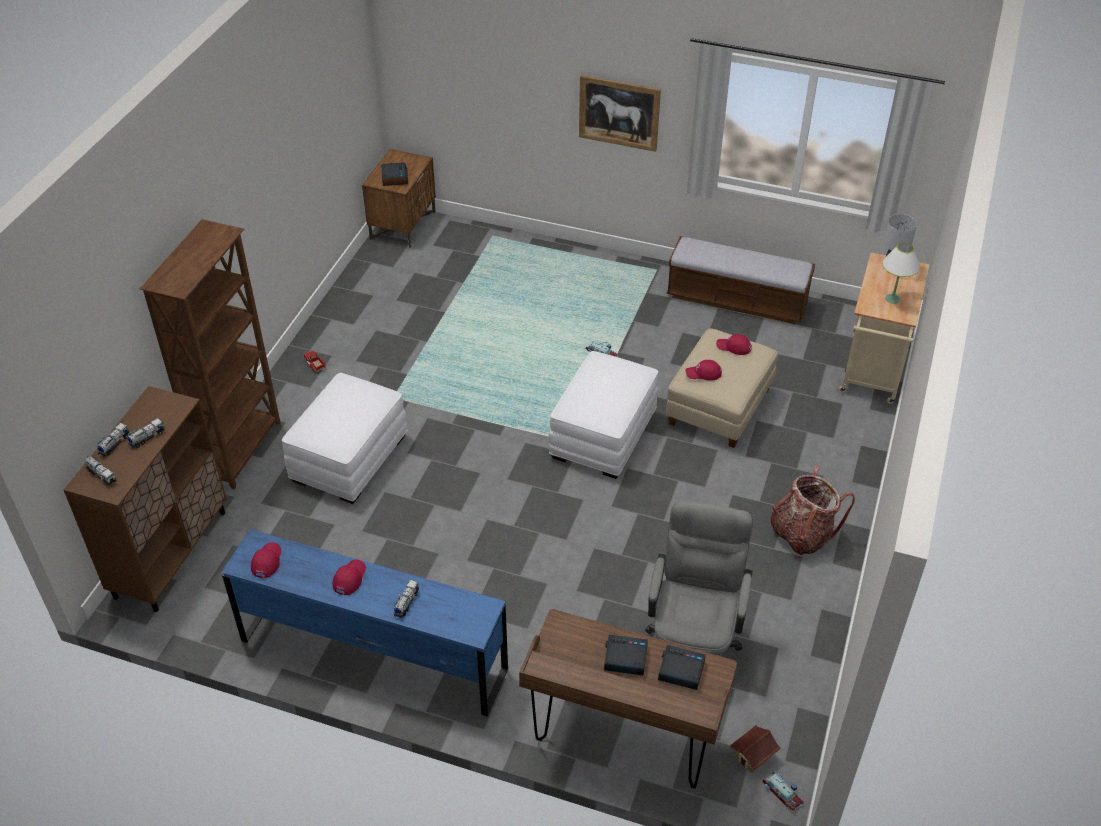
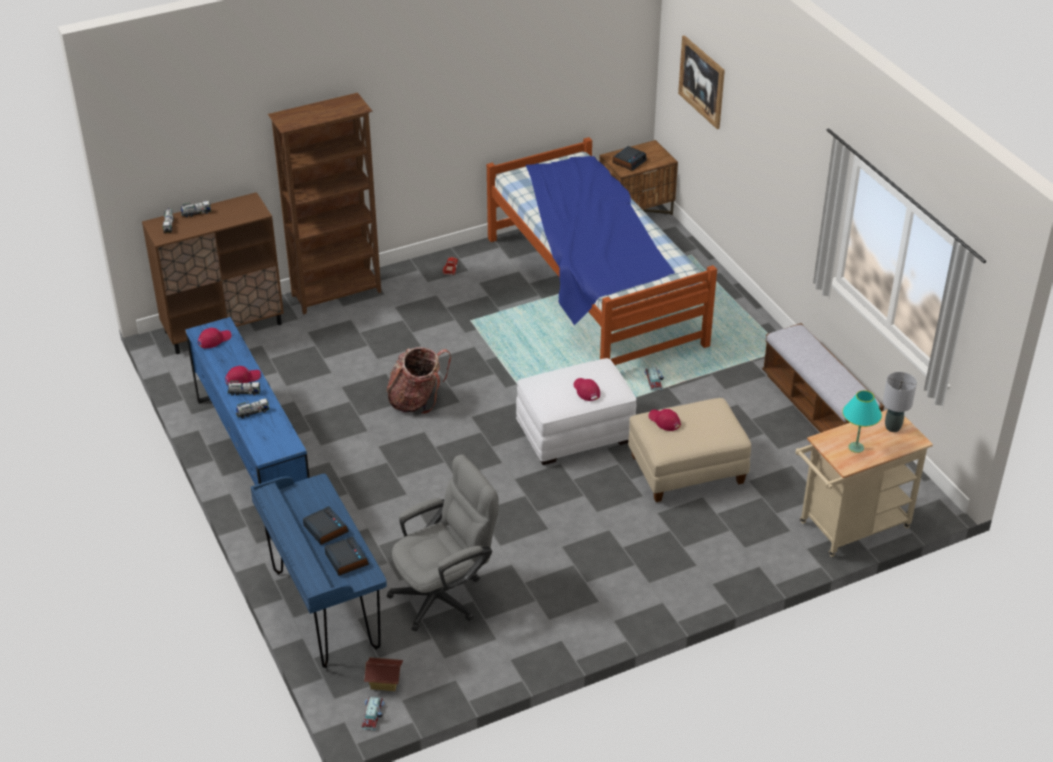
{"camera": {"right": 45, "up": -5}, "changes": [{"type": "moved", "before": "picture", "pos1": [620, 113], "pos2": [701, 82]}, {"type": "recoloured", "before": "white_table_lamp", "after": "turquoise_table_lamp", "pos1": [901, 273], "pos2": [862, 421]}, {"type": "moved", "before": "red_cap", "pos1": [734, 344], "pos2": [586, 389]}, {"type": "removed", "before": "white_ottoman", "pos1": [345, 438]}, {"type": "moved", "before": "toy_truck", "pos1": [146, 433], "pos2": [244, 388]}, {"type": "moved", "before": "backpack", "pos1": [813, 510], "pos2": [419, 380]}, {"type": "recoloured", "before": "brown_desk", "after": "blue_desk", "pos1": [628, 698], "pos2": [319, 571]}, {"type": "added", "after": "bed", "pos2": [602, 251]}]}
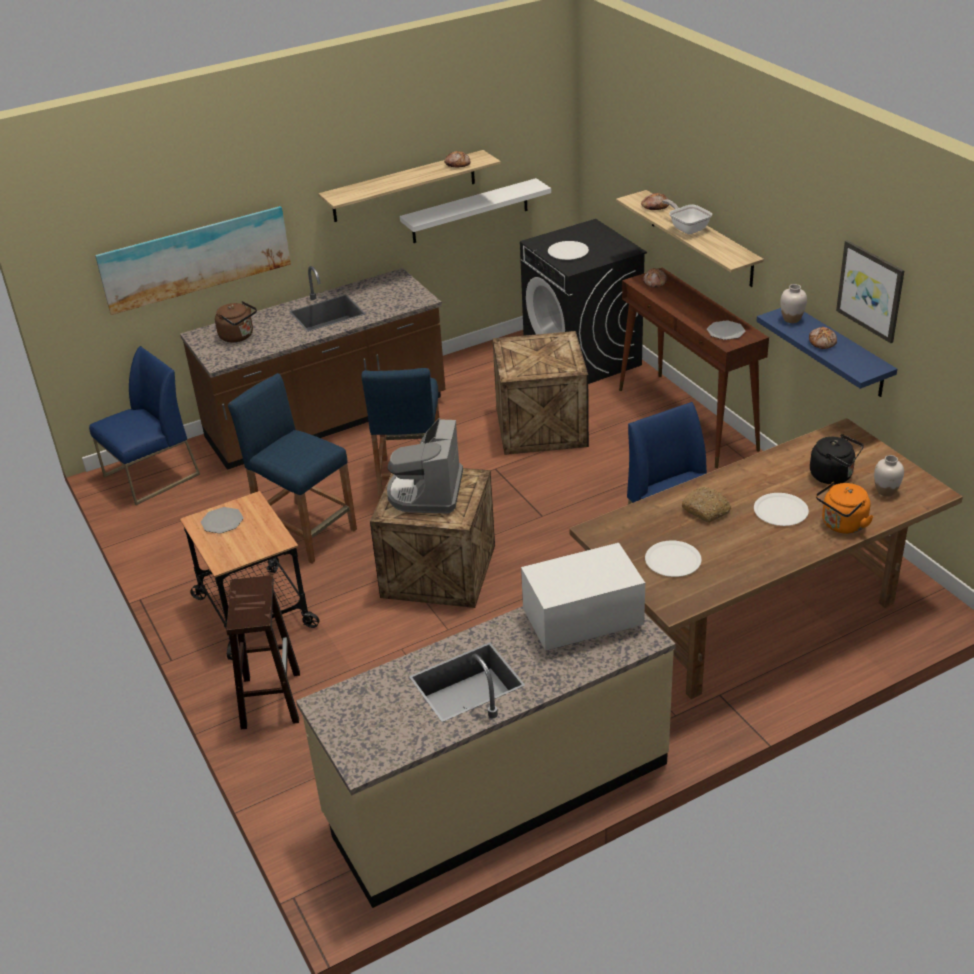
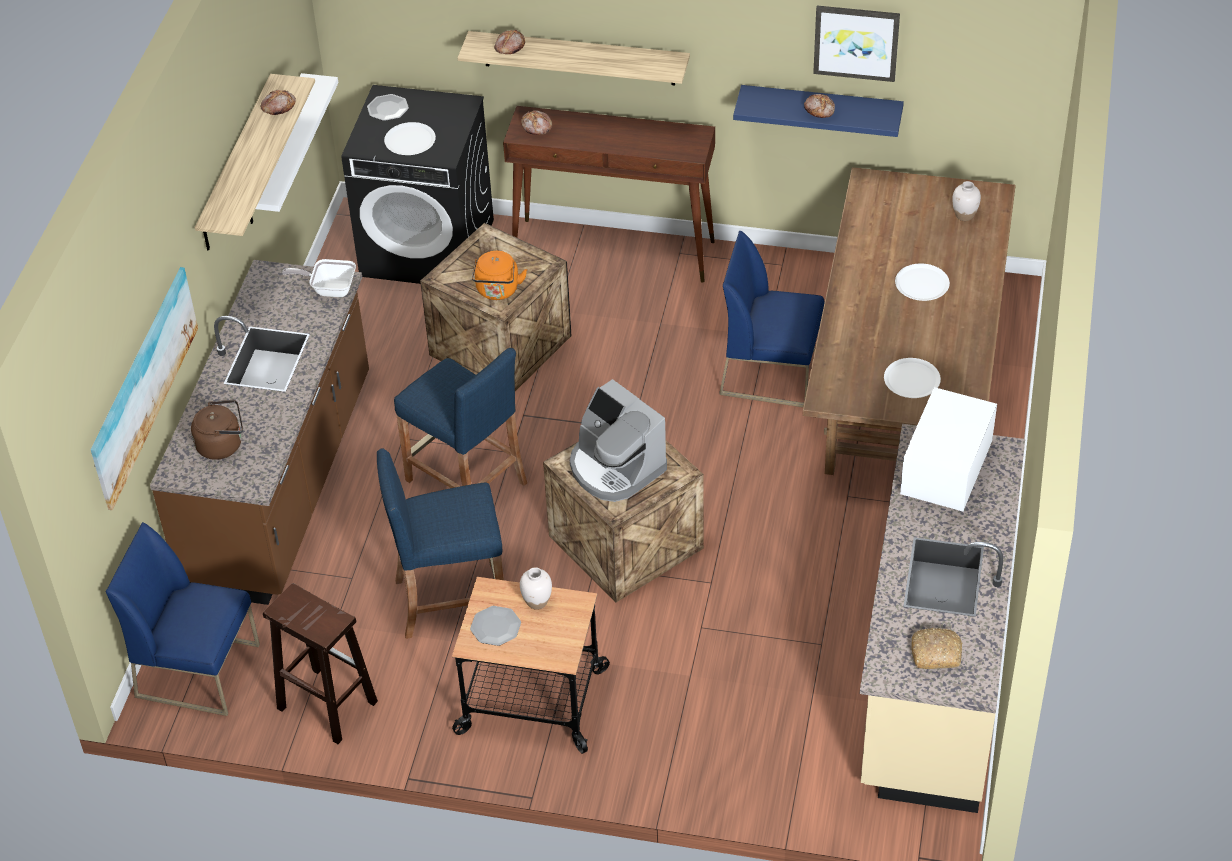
{"camera": {"right": -50, "up": 10}, "changes": [{"type": "moved", "before": "frying_pan", "pos1": [687, 216], "pos2": [319, 278]}, {"type": "moved", "before": "white_vase", "pos1": [793, 303], "pos2": [536, 588]}, {"type": "moved", "before": "plate", "pos1": [726, 330], "pos2": [388, 107]}, {"type": "turned", "before": "blue_chair", "pos1": [144, 425], "pos2": [183, 619], "turn": -75}, {"type": "removed", "before": "black_kettle", "pos1": [837, 459]}, {"type": "moved", "before": "orange_kettle", "pos1": [845, 508], "pos2": [499, 275]}, {"type": "moved", "before": "bread", "pos1": [706, 505], "pos2": [936, 648]}, {"type": "moved", "before": "brown_stool", "pos1": [263, 652], "pos2": [320, 663]}]}
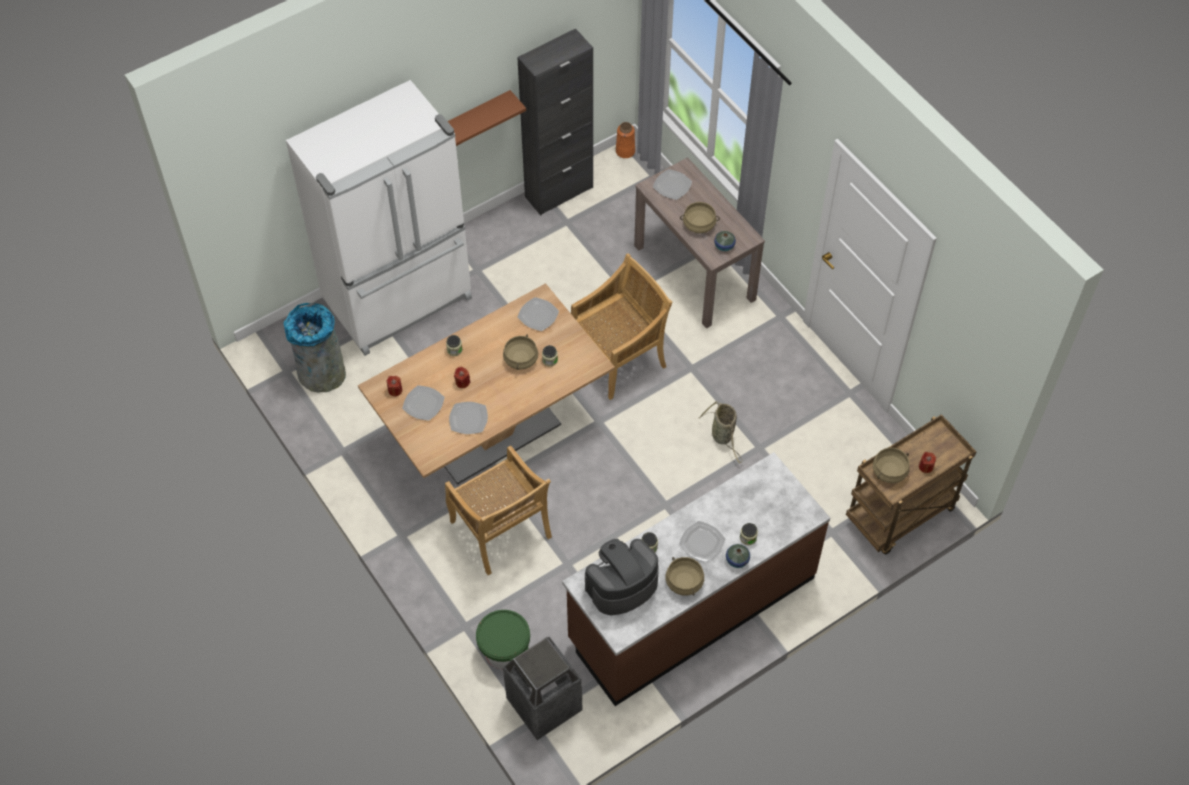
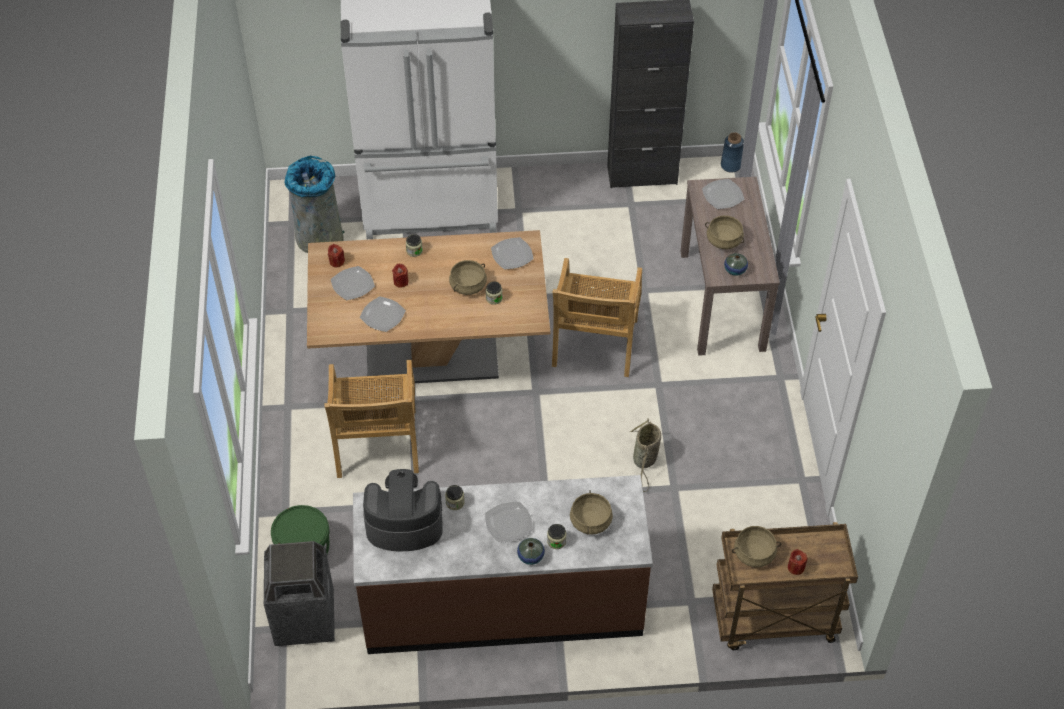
{"camera": {"right": 30, "up": -5}, "changes": [{"type": "removed", "before": "brown_shelf", "pos1": [487, 118]}, {"type": "recoloured", "before": "orange_vase", "after": "blue_vase", "pos1": [625, 140], "pos2": [732, 152]}, {"type": "turned", "before": "beige_chair", "pos1": [622, 326], "pos2": [597, 317], "turn": 105}, {"type": "moved", "before": "beige_cooking_pot", "pos1": [685, 576], "pos2": [591, 512]}]}
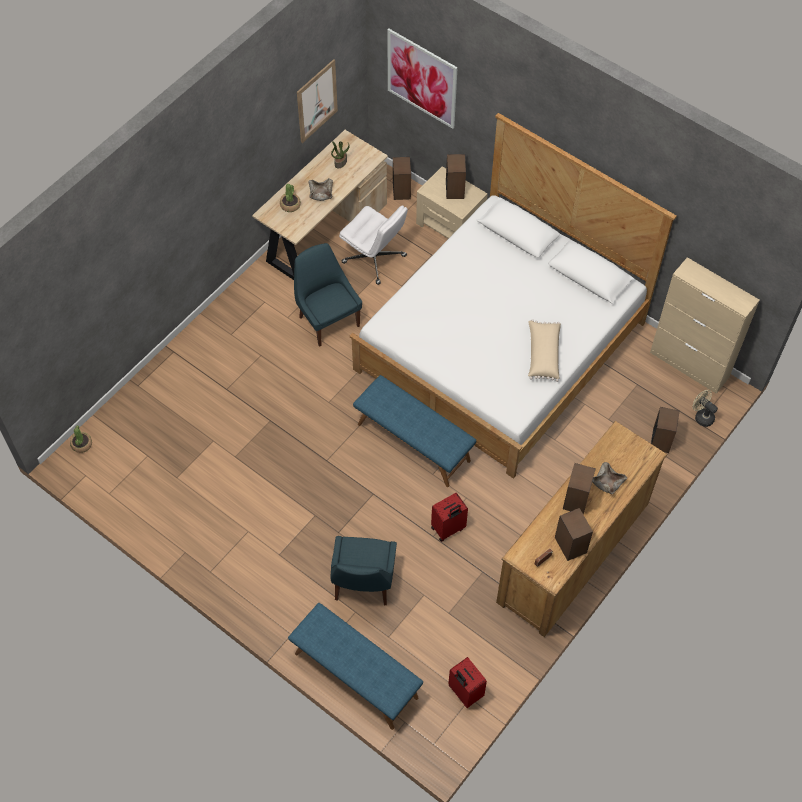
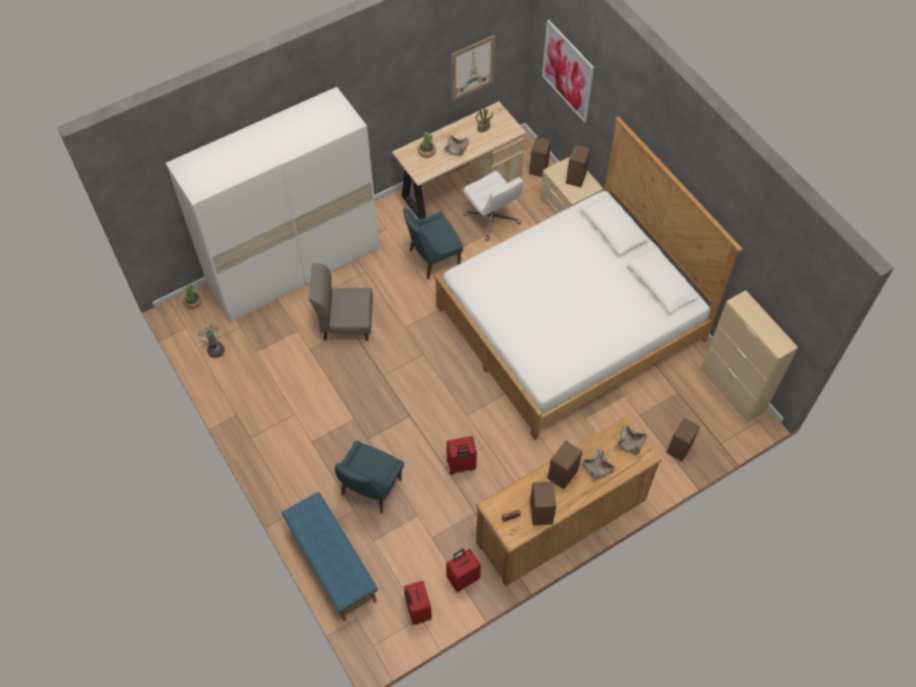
{"camera": {"right": 20, "up": 0}, "changes": [{"type": "turned", "before": "blue_chair", "pos1": [328, 295], "pos2": [433, 243], "turn": -105}, {"type": "removed", "before": "beige_pillow", "pos1": [544, 351]}, {"type": "removed", "before": "blue_bench", "pos1": [414, 431]}, {"type": "moved", "before": "beige_fan", "pos1": [705, 408], "pos2": [211, 341]}, {"type": "added", "after": "white_wardrobe", "pos2": [273, 204]}, {"type": "added", "after": "grey_chair", "pos2": [341, 302]}, {"type": "added", "after": "beige_bowl", "pos2": [632, 439]}, {"type": "added", "after": "red_suitcase", "pos2": [463, 570]}]}
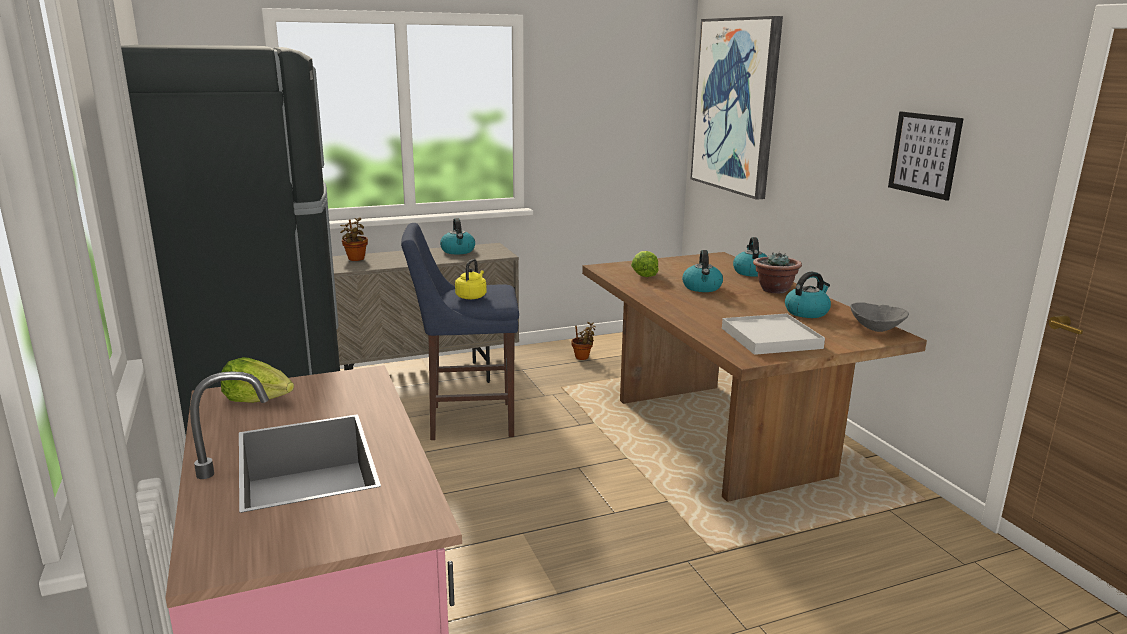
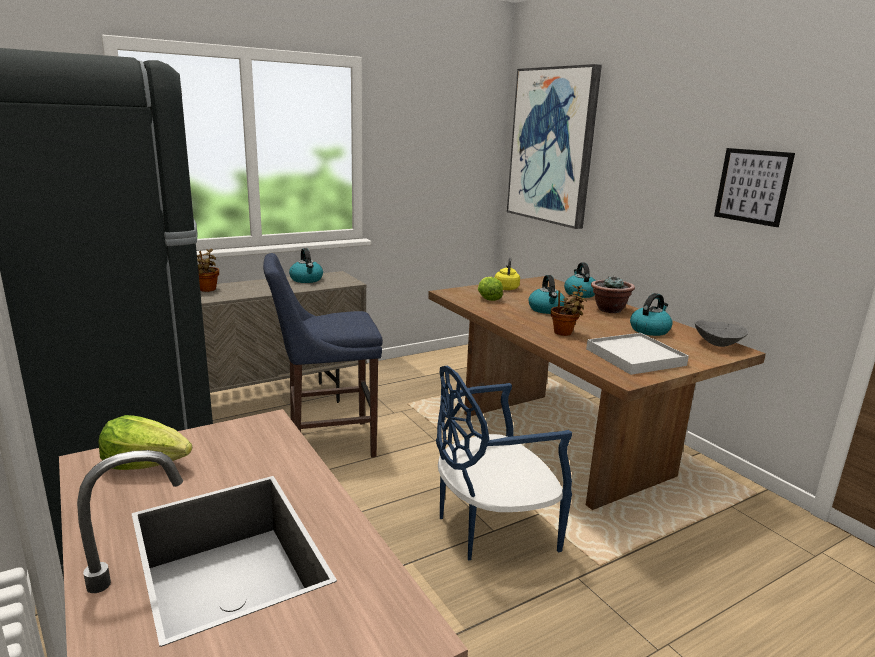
{"camera": {"right": -10, "up": 0}, "changes": [{"type": "moved", "before": "yellow_kettle", "pos1": [471, 279], "pos2": [507, 273]}, {"type": "moved", "before": "potted_plant", "pos1": [583, 341], "pos2": [569, 310]}, {"type": "added", "after": "blue_chair", "pos2": [504, 462]}]}
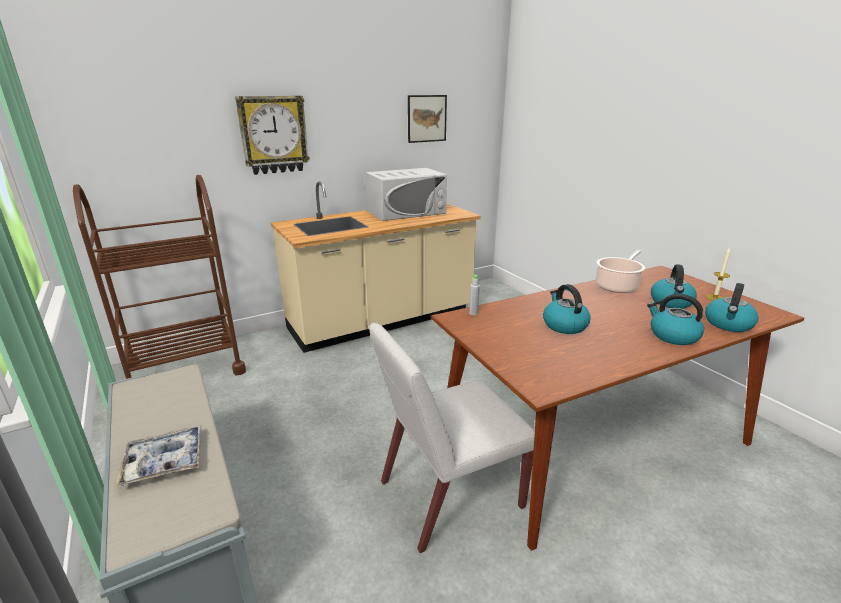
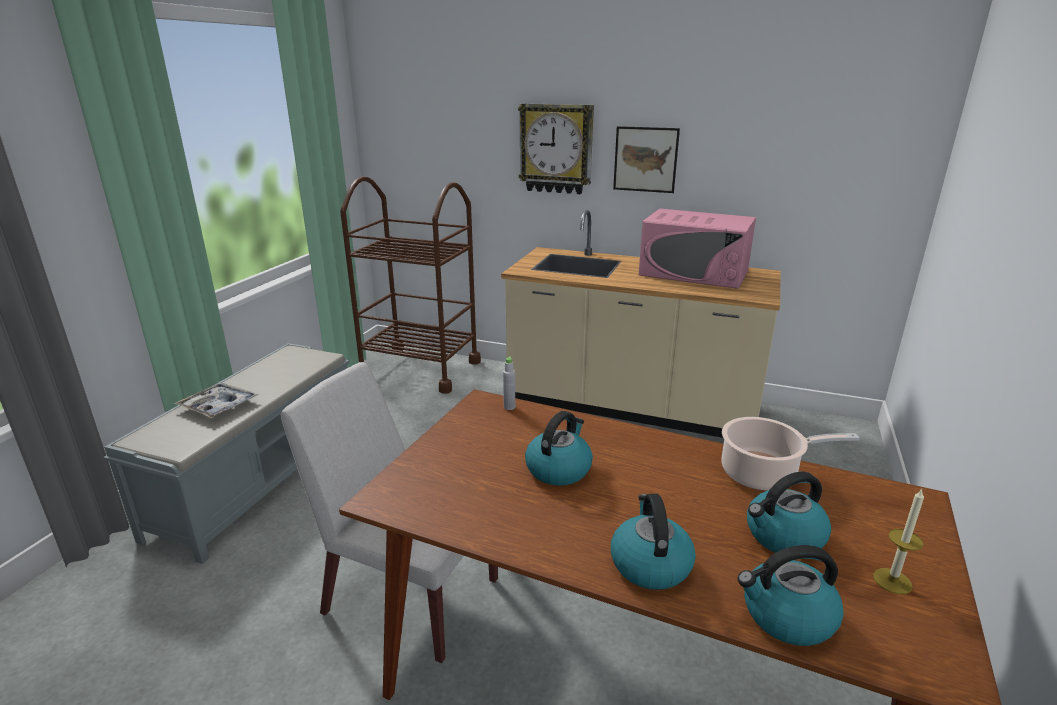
{"camera": {"right": 50, "up": 0}, "changes": [{"type": "moved", "before": "picture", "pos1": [427, 119], "pos2": [646, 159]}, {"type": "recoloured", "before": "white_microwave", "after": "pink_microwave", "pos1": [406, 194], "pos2": [697, 248]}]}
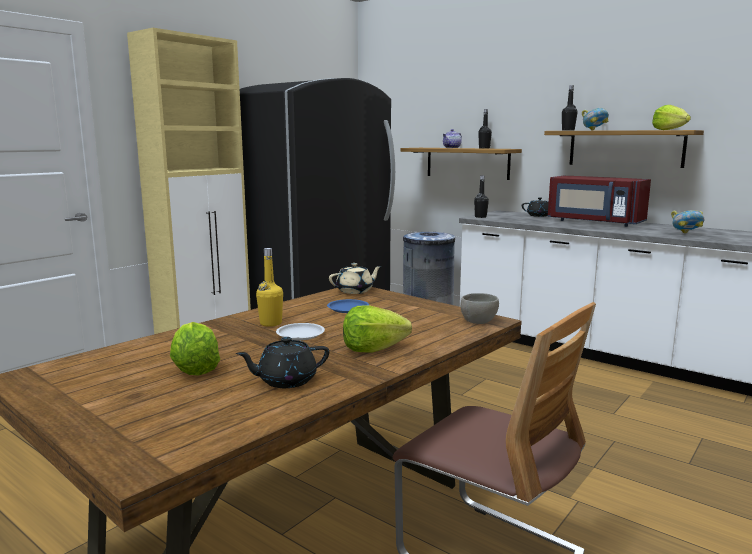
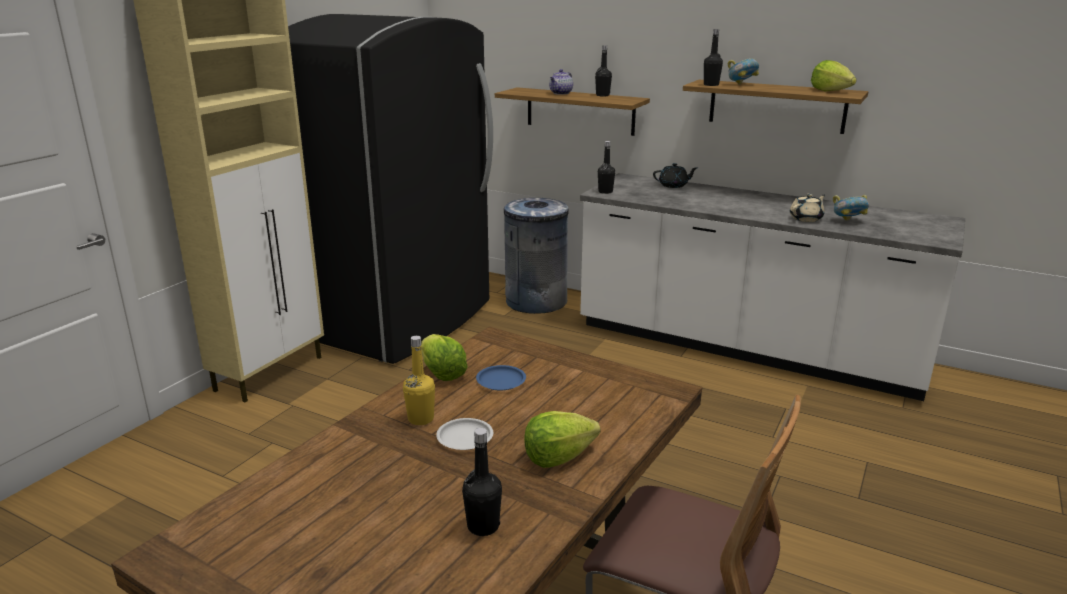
{"camera": {"right": -10, "up": 10}, "changes": [{"type": "removed", "before": "red_microwave", "pos1": [599, 201]}, {"type": "moved", "before": "beige_teapot", "pos1": [355, 278], "pos2": [807, 208]}, {"type": "removed", "before": "grey_bowl", "pos1": [479, 308]}, {"type": "moved", "before": "lettuce", "pos1": [195, 348], "pos2": [444, 357]}, {"type": "replaced", "before": "black_teapot", "after": "black_bottle", "pos1": [282, 362], "pos2": [482, 482]}]}
